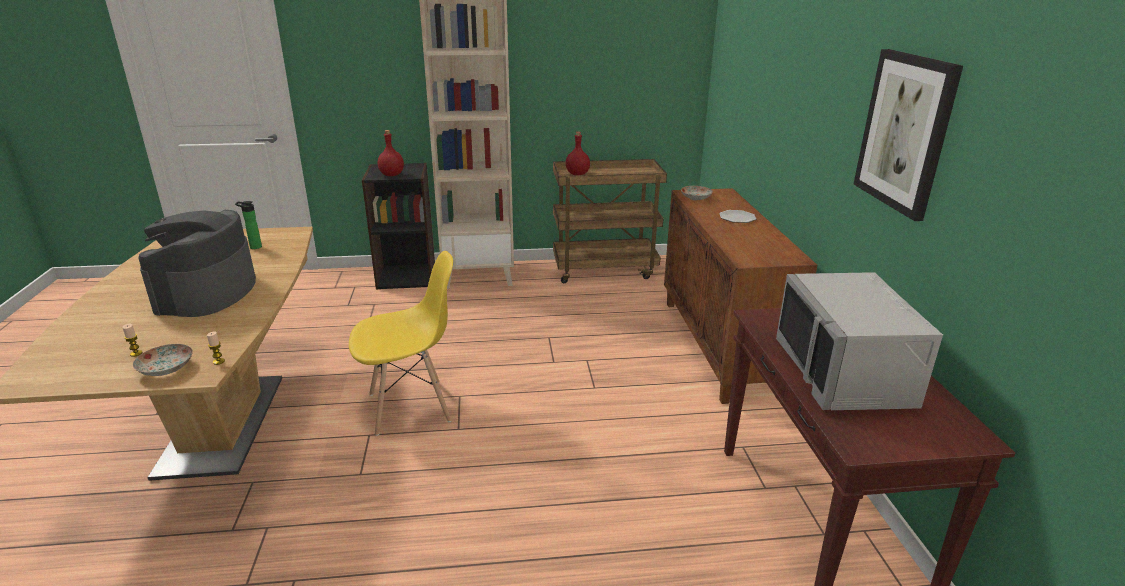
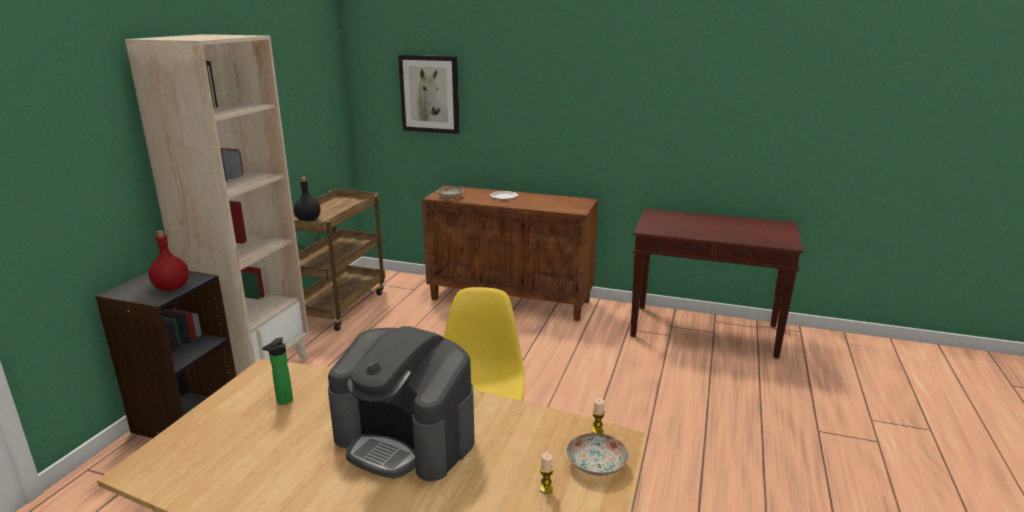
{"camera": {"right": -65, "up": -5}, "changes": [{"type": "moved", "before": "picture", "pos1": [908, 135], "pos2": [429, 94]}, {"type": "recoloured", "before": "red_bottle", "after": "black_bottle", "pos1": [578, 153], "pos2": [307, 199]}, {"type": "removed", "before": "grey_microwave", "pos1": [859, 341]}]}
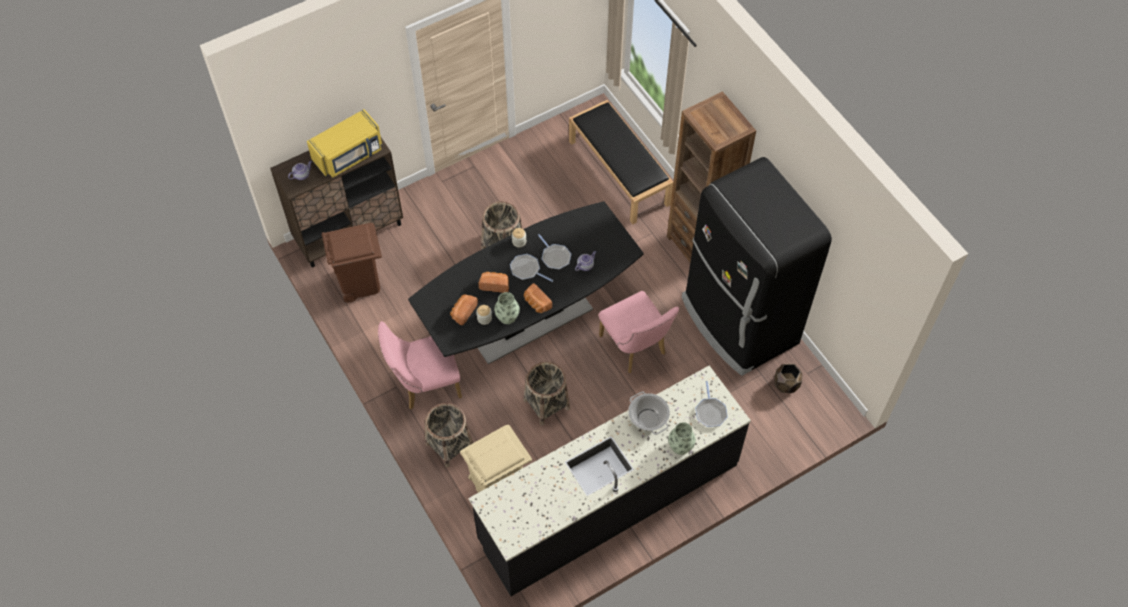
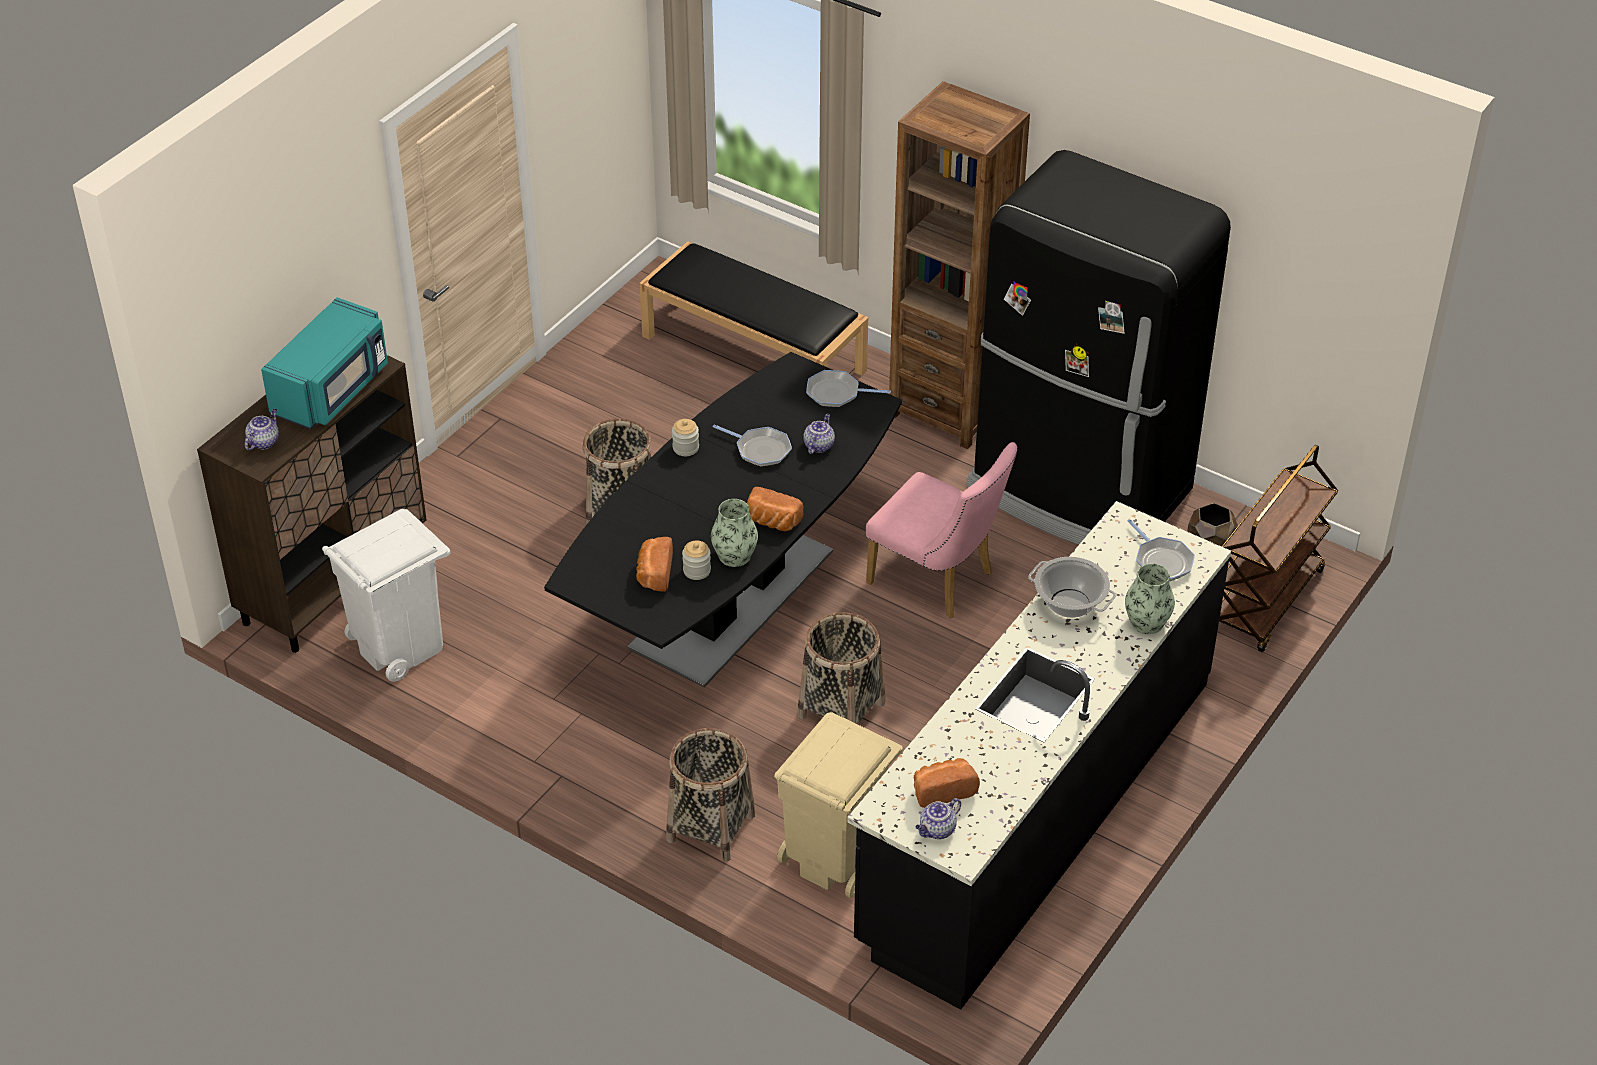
{"camera": {"right": -25, "up": -15}, "changes": [{"type": "recoloured", "before": "yellow_microwave", "after": "turquoise_microwave", "pos1": [344, 143], "pos2": [324, 363]}, {"type": "recoloured", "before": "brown_trash_can", "after": "white_trash_can", "pos1": [351, 263], "pos2": [386, 595]}, {"type": "moved", "before": "frying_pan", "pos1": [531, 268], "pos2": [848, 388]}, {"type": "moved", "before": "bread", "pos1": [493, 282], "pos2": [947, 783]}, {"type": "removed", "before": "pink_chair", "pos1": [420, 365]}, {"type": "added", "after": "brown_cart", "pos2": [1278, 548]}, {"type": "added", "after": "teapot", "pos2": [938, 818]}]}
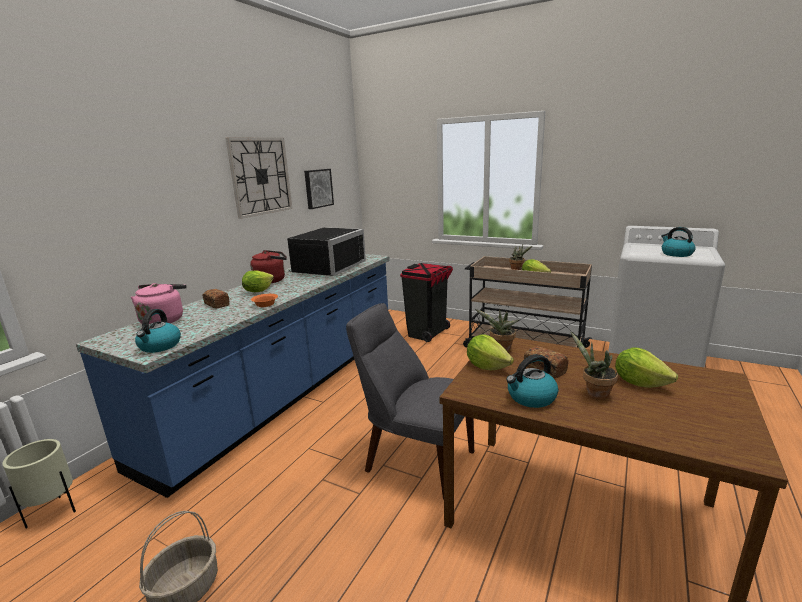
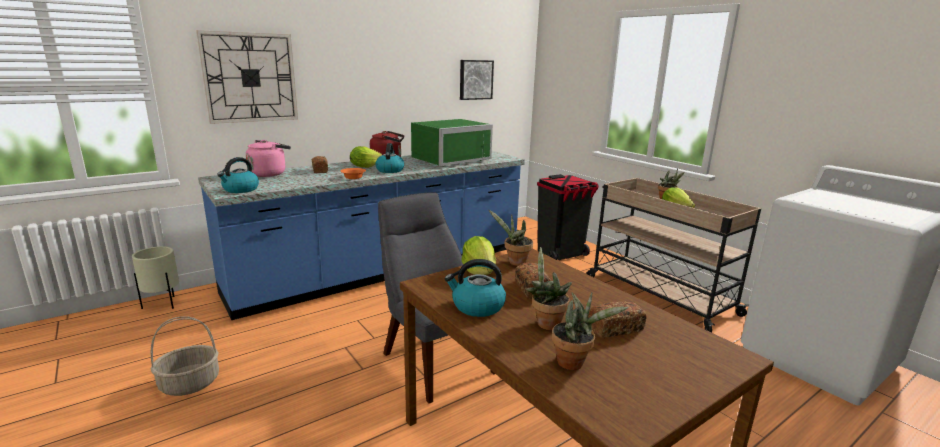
{"camera": {"right": 25, "up": 0}, "changes": [{"type": "moved", "before": "wall_clock", "pos1": [259, 178], "pos2": [247, 77]}, {"type": "moved", "before": "kettle", "pos1": [678, 242], "pos2": [389, 158]}, {"type": "recoloured", "before": "black_microwave", "after": "green_microwave", "pos1": [326, 252], "pos2": [452, 142]}, {"type": "replaced", "before": "lettuce", "after": "bread", "pos1": [646, 367], "pos2": [617, 319]}, {"type": "added", "after": "potted_plant", "pos2": [590, 331]}]}
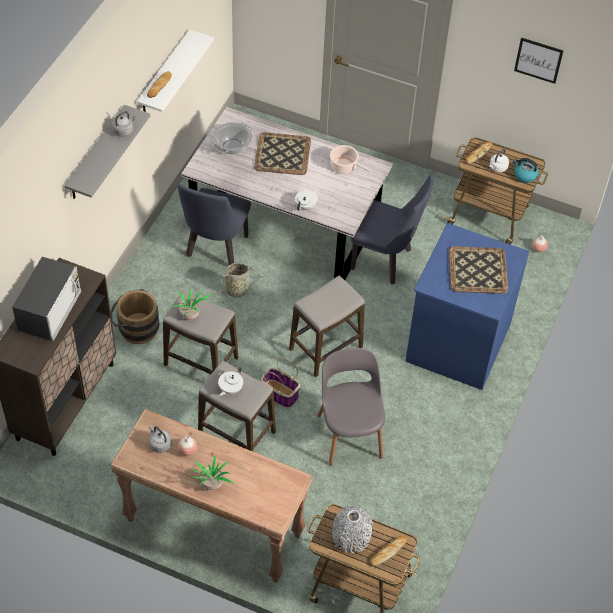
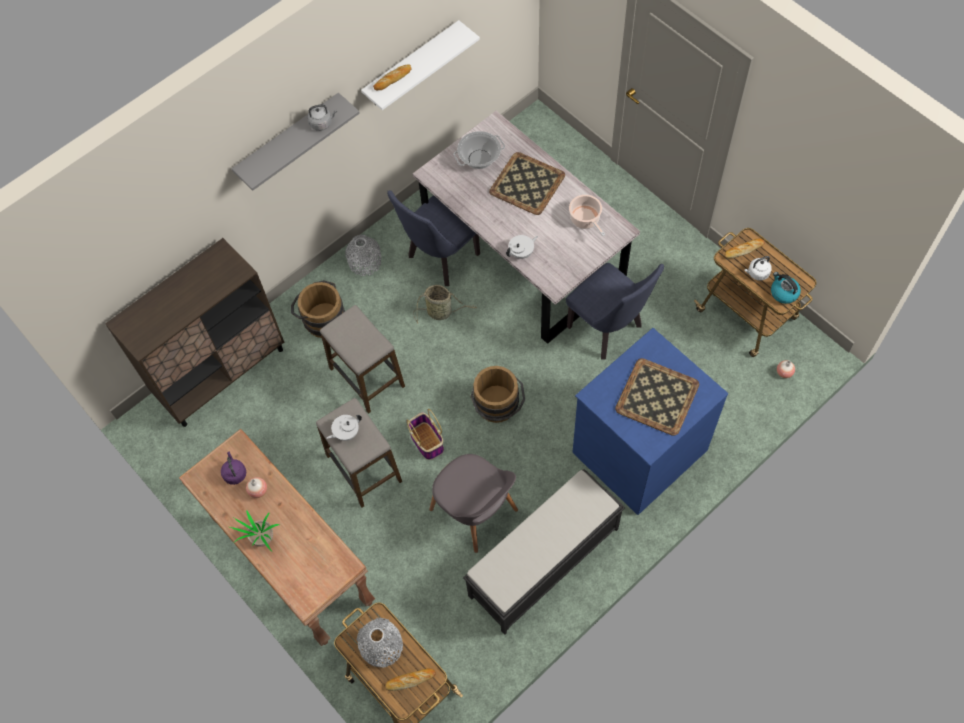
{"camera": {"right": 30, "up": 10}, "changes": [{"type": "removed", "before": "picture", "pos1": [539, 60]}, {"type": "removed", "before": "microwave", "pos1": [46, 299]}, {"type": "replaced", "before": "stool", "after": "brown_bucket", "pos1": [327, 326], "pos2": [497, 394]}, {"type": "removed", "before": "potted_plant", "pos1": [192, 304]}, {"type": "turned", "before": "grey_chair", "pos1": [351, 407], "pos2": [473, 503], "turn": 120}, {"type": "recoloured", "before": "grey_kettle", "after": "purple_kettle", "pos1": [160, 439], "pos2": [233, 468]}, {"type": "added", "after": "grey_vase", "pos2": [363, 255]}, {"type": "added", "after": "black_bench", "pos2": [544, 552]}]}
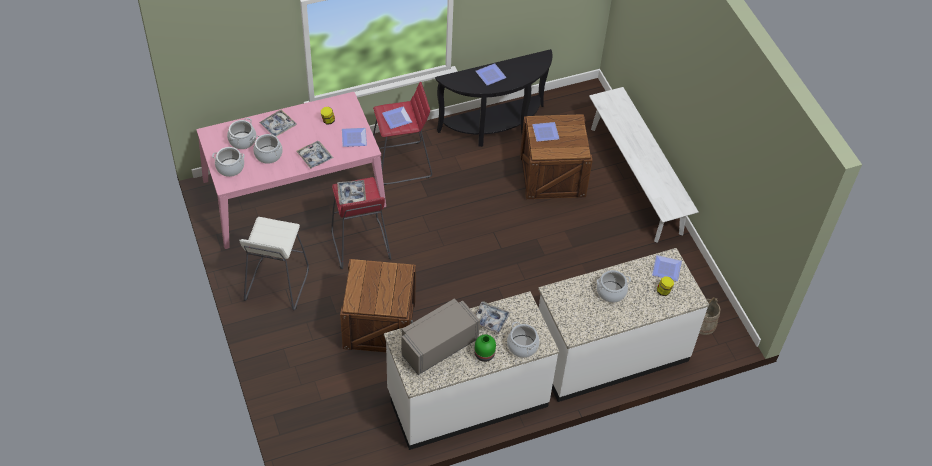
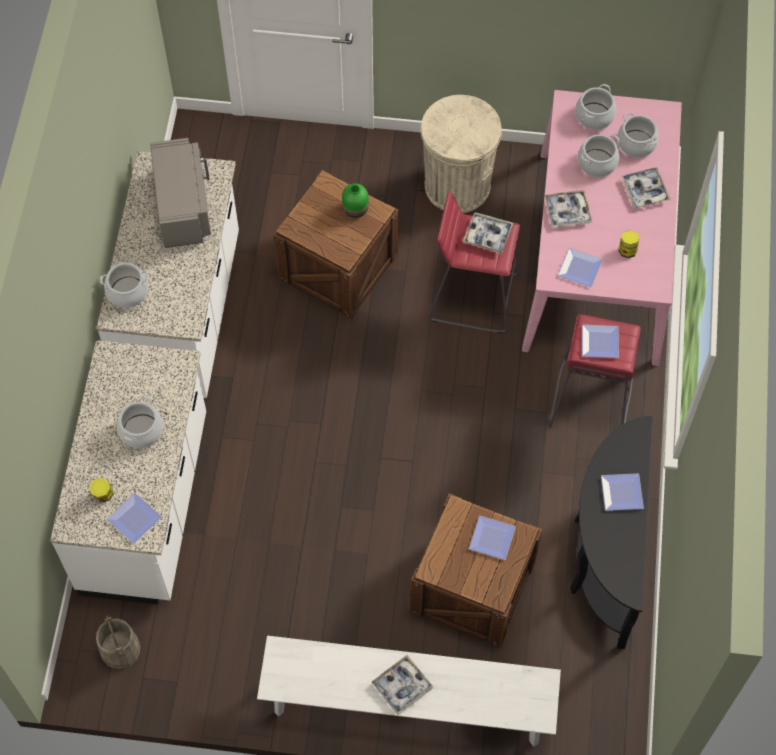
{"camera": {"right": 120, "up": 10}, "changes": [{"type": "replaced", "before": "white_stool", "after": "beige_trash_can", "pos1": [274, 263], "pos2": [461, 154]}, {"type": "moved", "before": "tray", "pos1": [493, 318], "pos2": [402, 685]}, {"type": "moved", "before": "green_vase", "pos1": [485, 348], "pos2": [355, 200]}]}
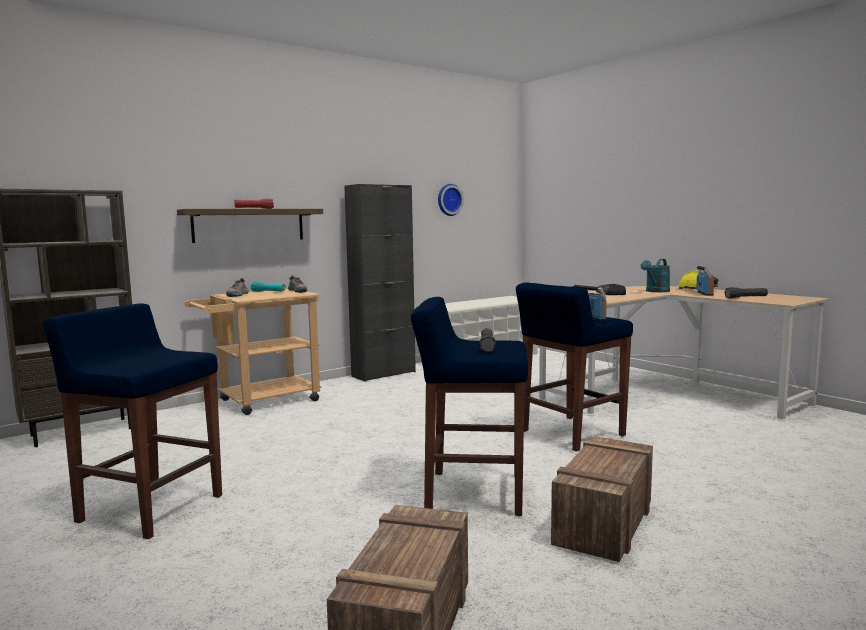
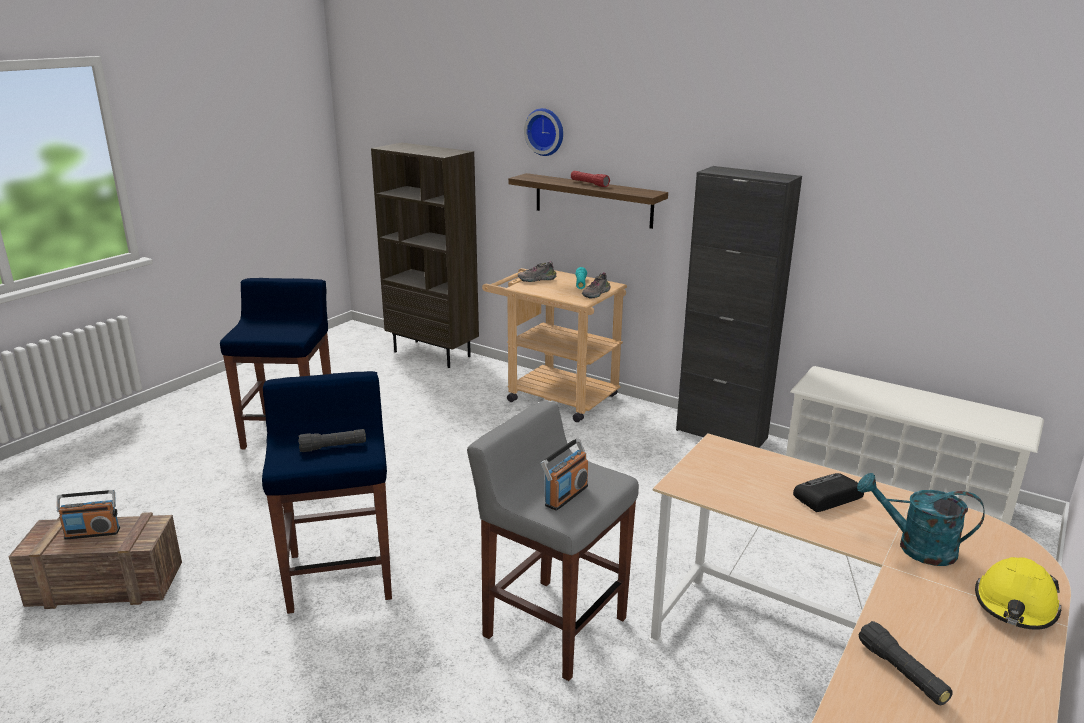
{"camera": {"right": 70, "up": 15}, "changes": [{"type": "moved", "before": "wall_clock", "pos1": [451, 200], "pos2": [543, 132]}, {"type": "moved", "before": "radio", "pos1": [705, 281], "pos2": [88, 515]}, {"type": "recoloured", "before": "blue_stool", "after": "grey_stool", "pos1": [574, 366], "pos2": [553, 541]}, {"type": "removed", "before": "crate", "pos1": [602, 499]}]}
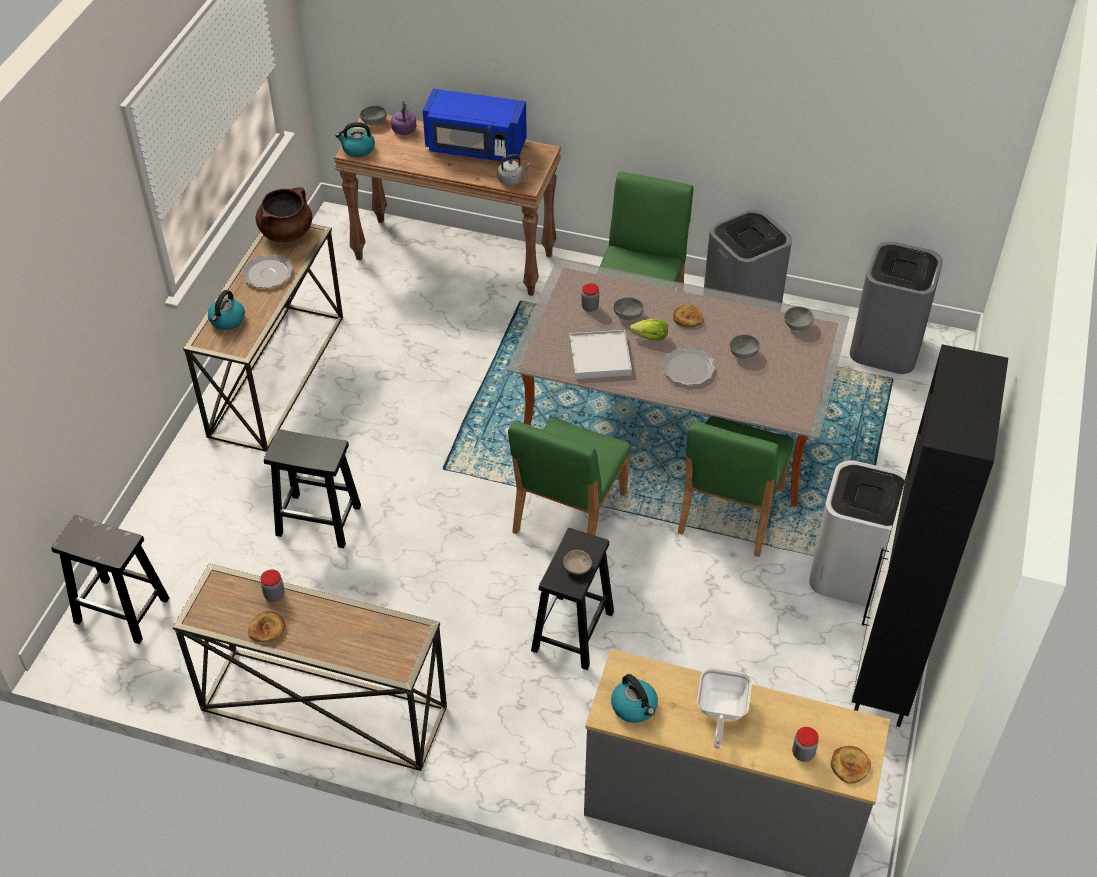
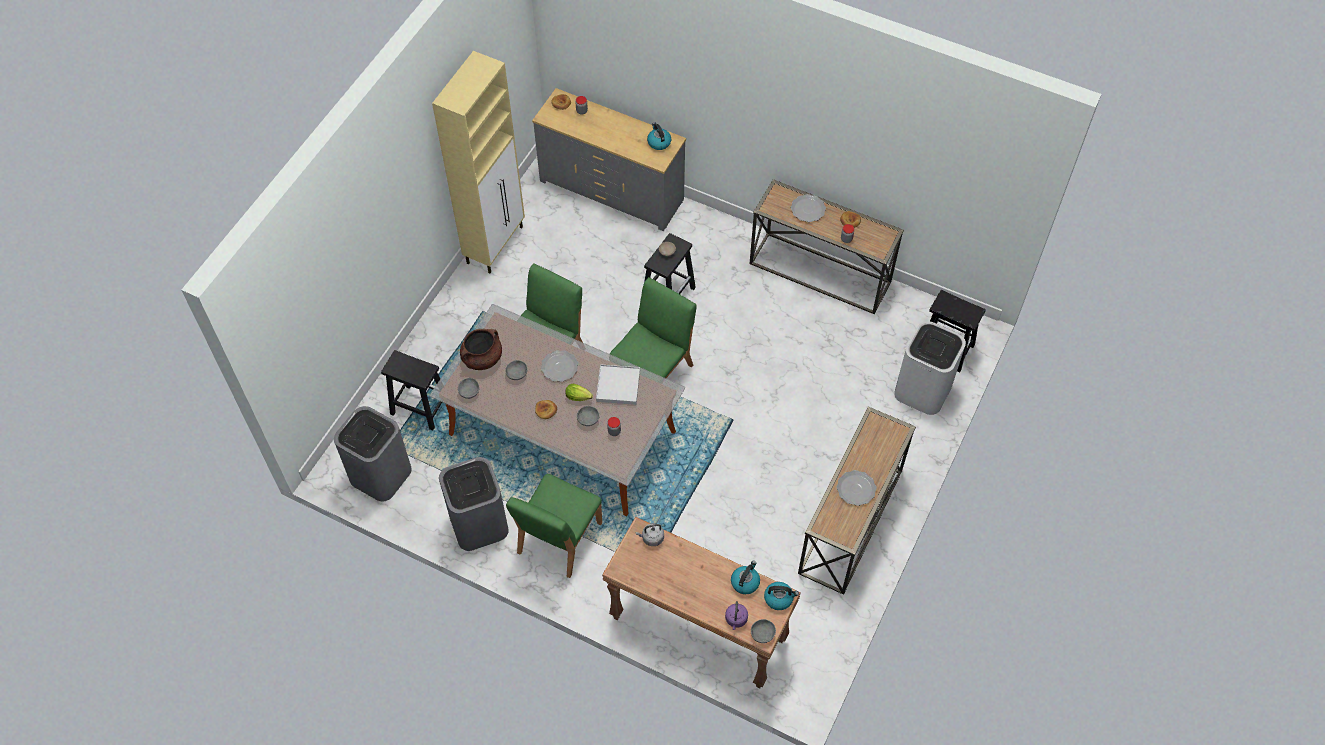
{"camera": {"right": -170, "up": 10}, "changes": [{"type": "removed", "before": "blue_microwave", "pos1": [475, 125]}, {"type": "moved", "before": "brown_cooking_pot", "pos1": [283, 214], "pos2": [481, 349]}, {"type": "moved", "before": "kettle", "pos1": [226, 310], "pos2": [745, 577]}, {"type": "recoloured", "before": "black_cabinet", "after": "beige_cabinet", "pos1": [930, 535], "pos2": [478, 162]}, {"type": "moved", "before": "black_stool", "pos1": [312, 488], "pos2": [411, 390]}, {"type": "moved", "before": "white_trash_can", "pos1": [857, 533], "pos2": [930, 368]}, {"type": "removed", "before": "frying_pan", "pos1": [724, 708]}, {"type": "added", "after": "plate", "pos2": [808, 208]}]}
